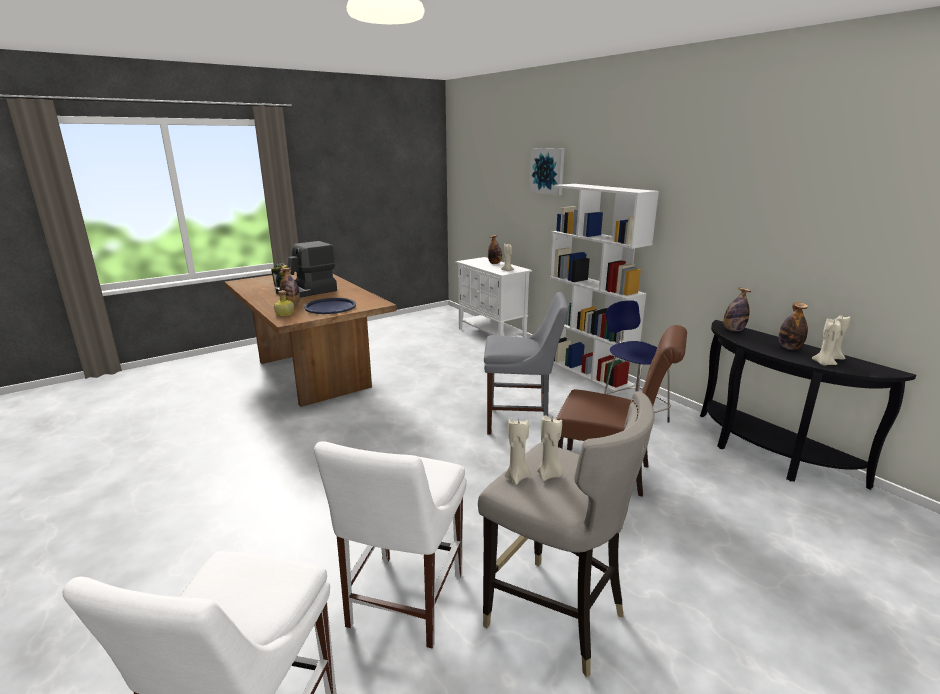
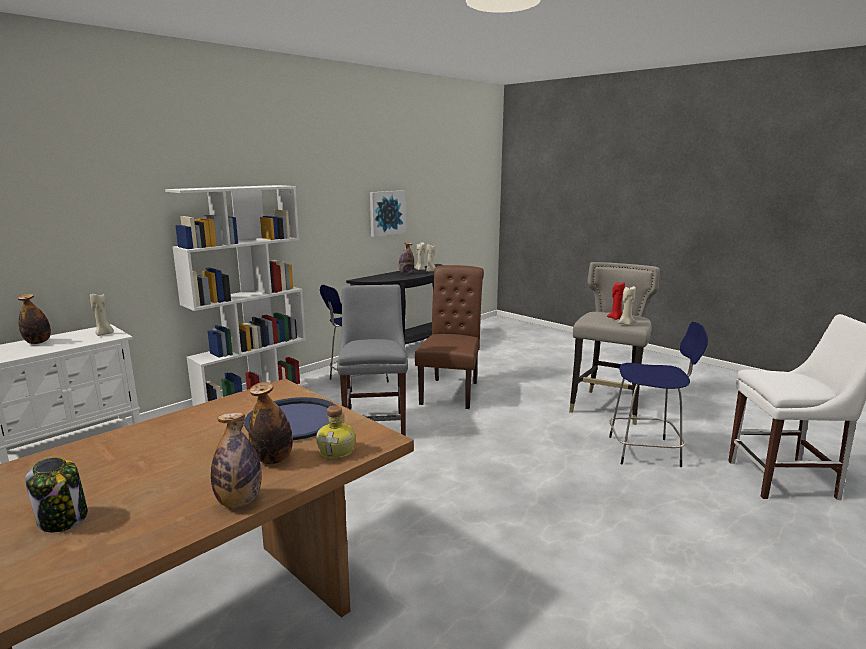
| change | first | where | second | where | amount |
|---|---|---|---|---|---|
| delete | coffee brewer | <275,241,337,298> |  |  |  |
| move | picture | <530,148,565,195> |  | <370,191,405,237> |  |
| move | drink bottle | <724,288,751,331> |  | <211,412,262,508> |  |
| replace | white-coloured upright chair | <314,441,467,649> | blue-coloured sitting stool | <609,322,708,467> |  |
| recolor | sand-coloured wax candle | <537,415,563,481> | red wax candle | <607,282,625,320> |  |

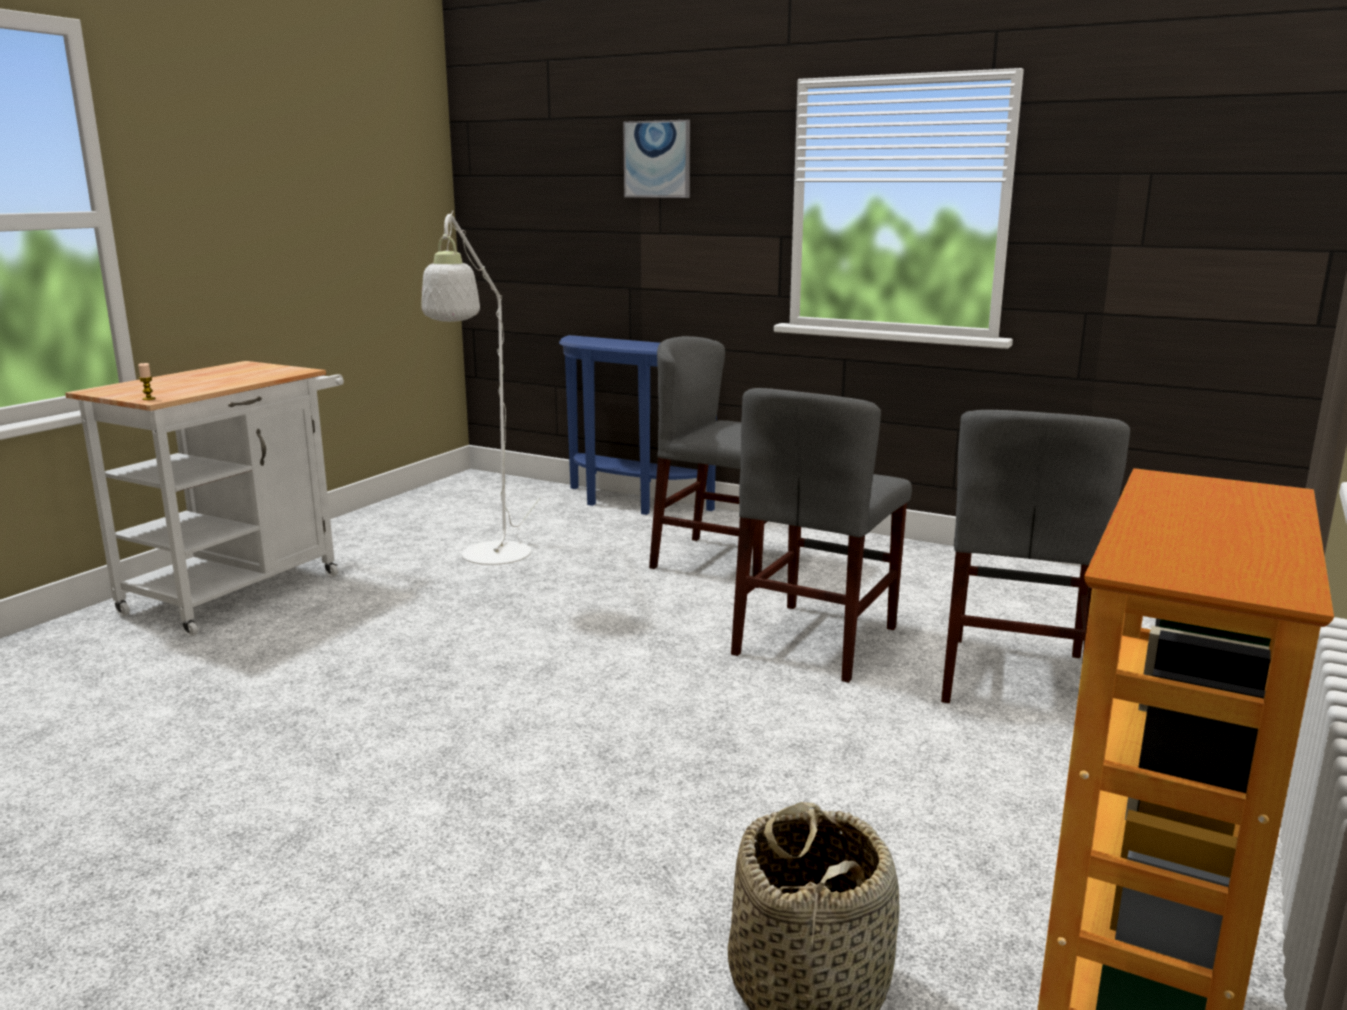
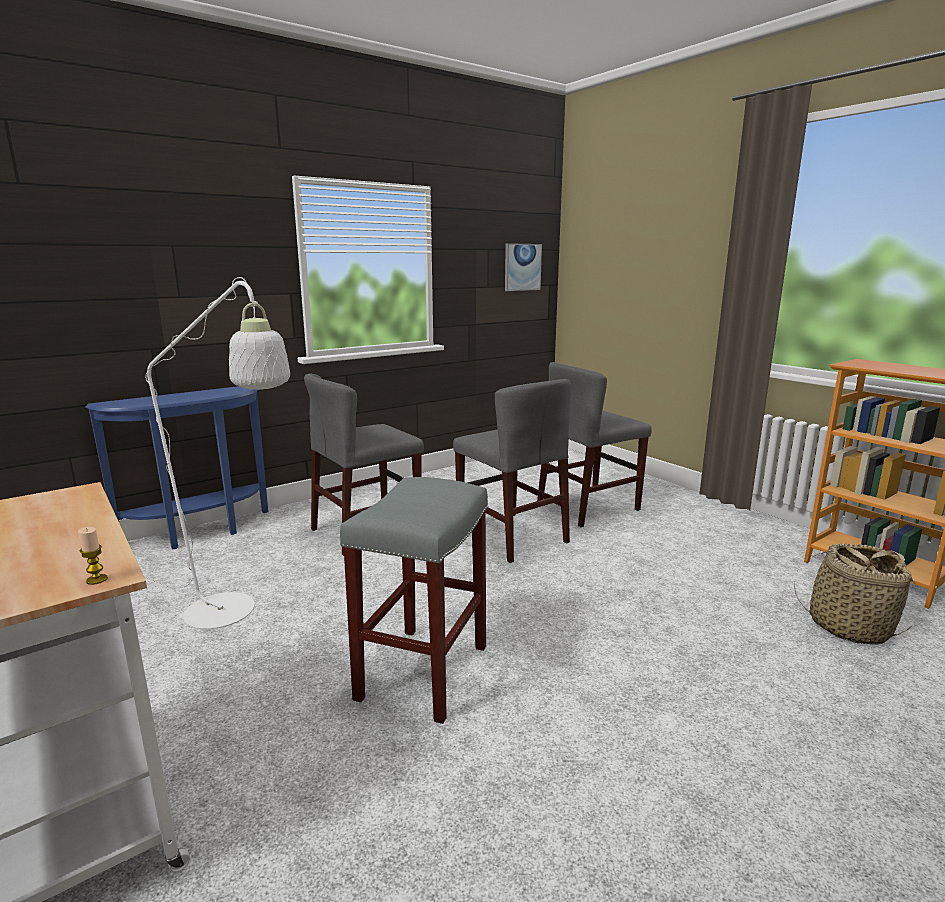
| change | first | where | second | where | amount |
|---|---|---|---|---|---|
| insert |  |  | greyish sitting stool | <340,477,488,724> |  |
| move | picture | <623,120,690,198> |  | <505,243,542,291> |  |
| rotate | greyish upright chair | <941,410,1130,703> |  | <537,362,652,527> | 105 degrees clockwise |

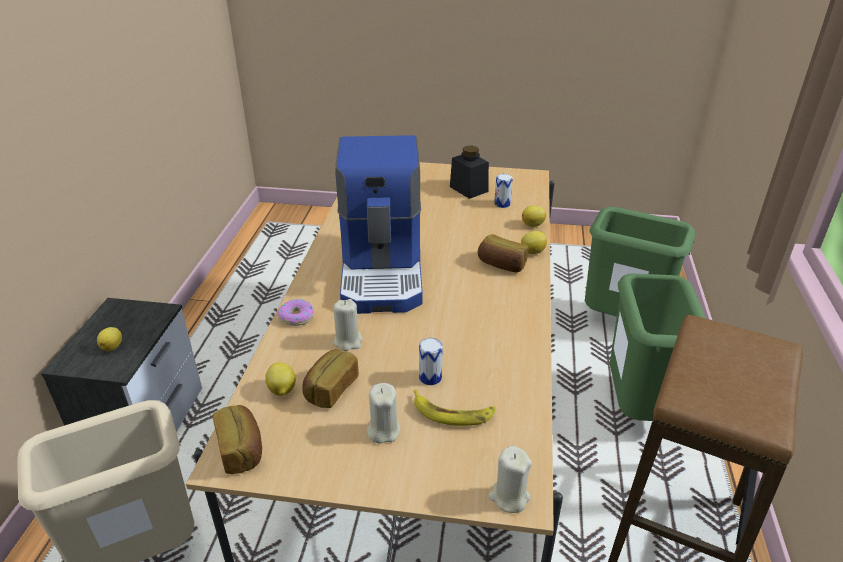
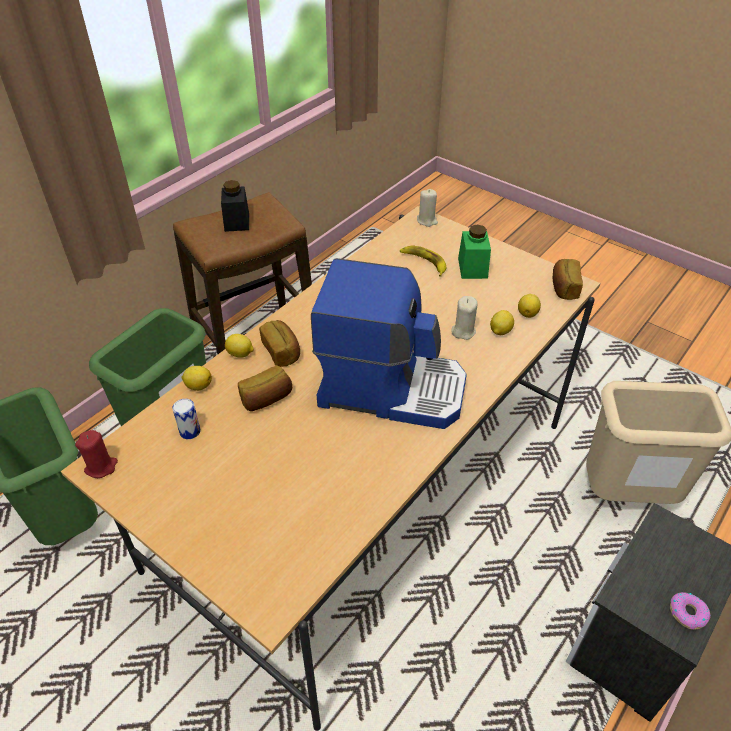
| change | first | where | second | where | amount |
|---|---|---|---|---|---|
| delete | metal can | <419,338,443,385> |  |  |  |
| insert |  |  | red wax candle | <75,430,118,478> |  |
| move | lemon | <97,327,122,351> |  | <490,310,514,335> |  |
| move | ring doughnut | <277,299,314,326> |  | <670,592,711,630> |  |
| move | baked bread | <302,349,359,408> |  | <238,365,292,411> |  |
| move | black-coloured jar | <450,145,489,199> |  | <221,180,249,232> |  |
| replace | sand-coloured wax candle | <367,383,400,444> | green-coloured jar | <458,225,491,279> |  |
| rotate | coffee brewer | <335,135,423,314> |  | <311,258,467,429> | 75 degrees clockwise |

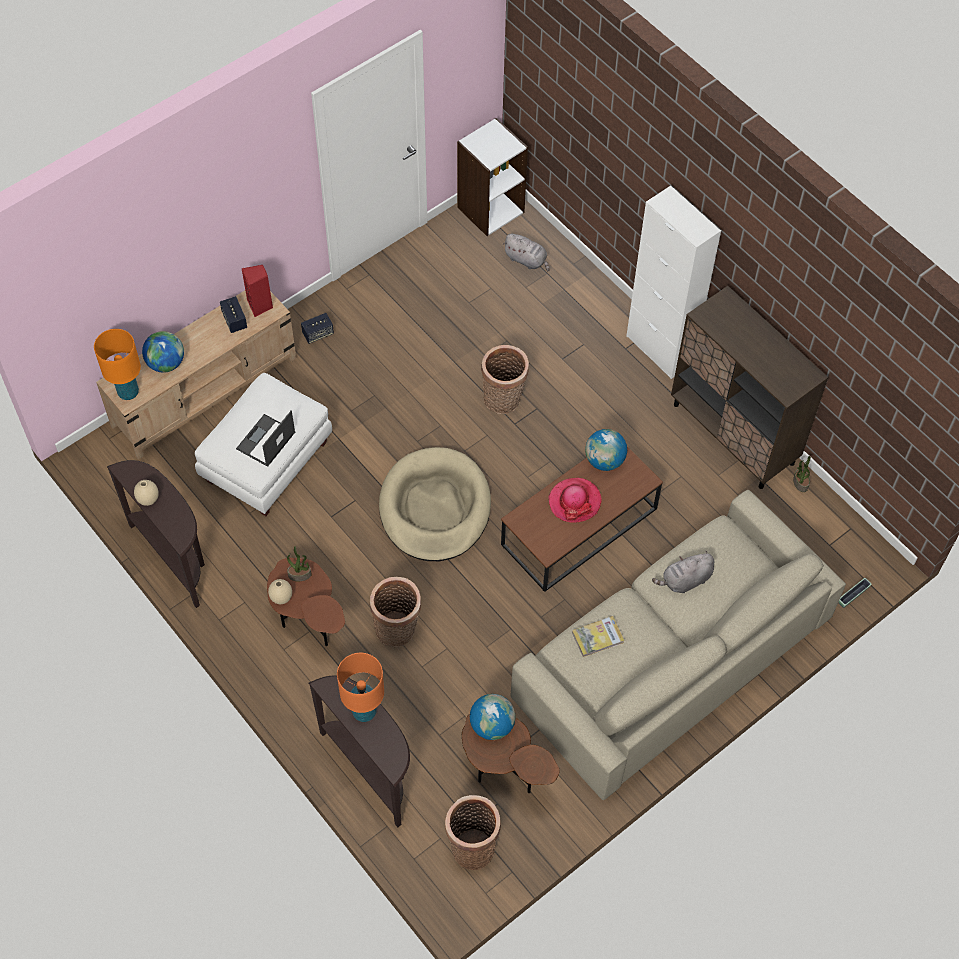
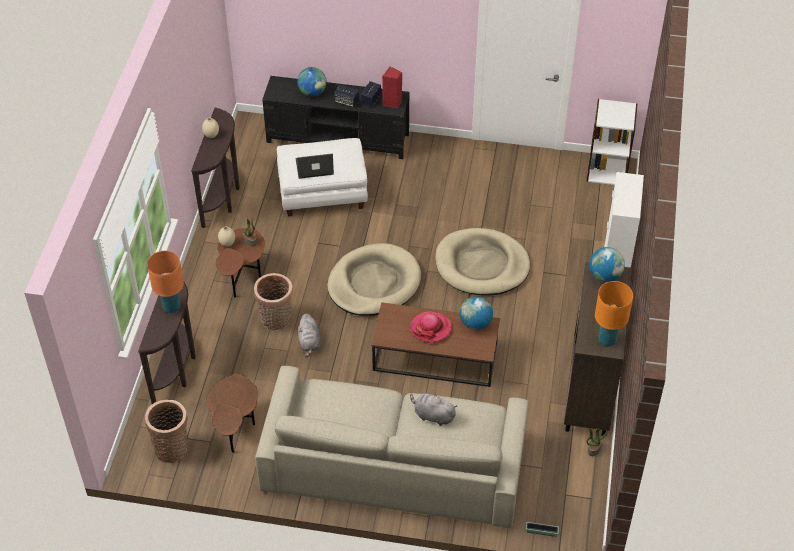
| change | first | where | second | where | amount |
|---|---|---|---|---|---|
| delete | volume | <572,616,624,657> |  |  |  |
| move | orange table lamp | <94,329,141,400> |  | <595,281,633,346> |  |
| move | speaker | <301,313,334,344> |  | <334,85,359,107> |  |
| move | globe | <470,694,515,740> |  | <589,247,625,282> |  |
| move | greyish plush toy | <503,234,550,272> |  | <298,313,321,358> |  |
| replace | storage basket | <481,345,529,414> | sand-coloured dog cushion | <435,228,530,296> |  |
| recolor | sand-coloured tv stand | <96,291,296,460> | black-coloured tv stand | <262,76,410,159> |  |

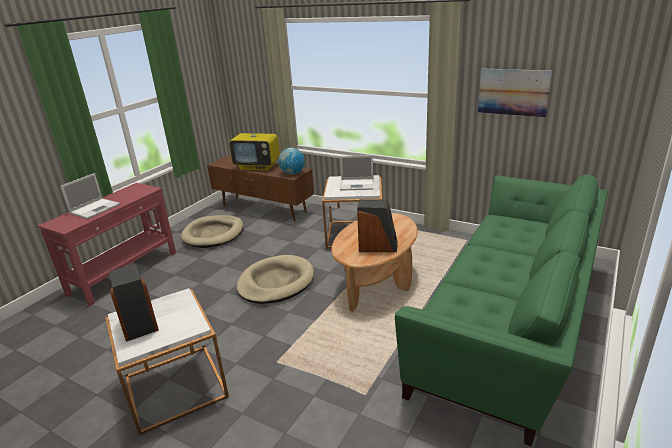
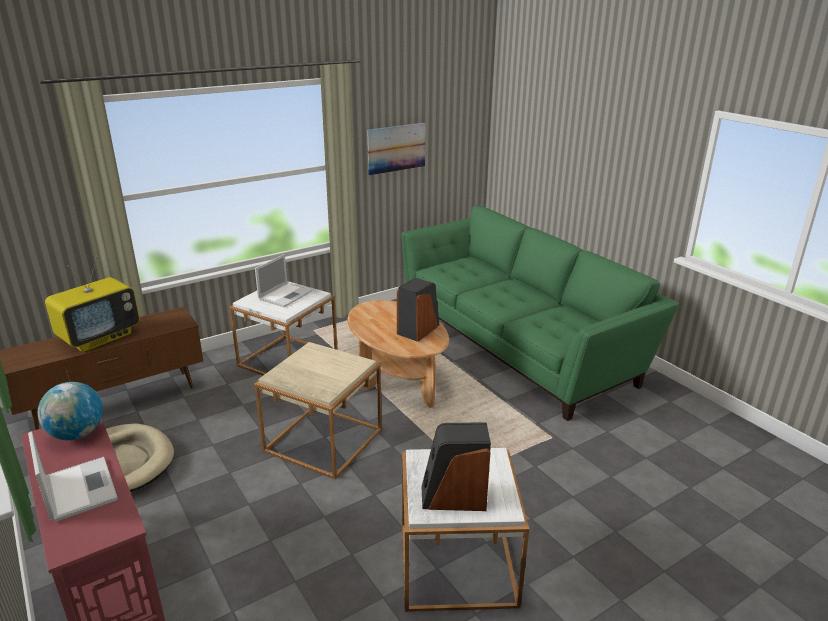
| change | first | where | second | where | amount |
|---|---|---|---|---|---|
| move | globe | <278,148,305,174> |  | <38,382,103,440> |  |
| replace | sand-coloured dog cushion | <236,255,314,304> | sand-coloured end table | <254,342,382,479> |  |

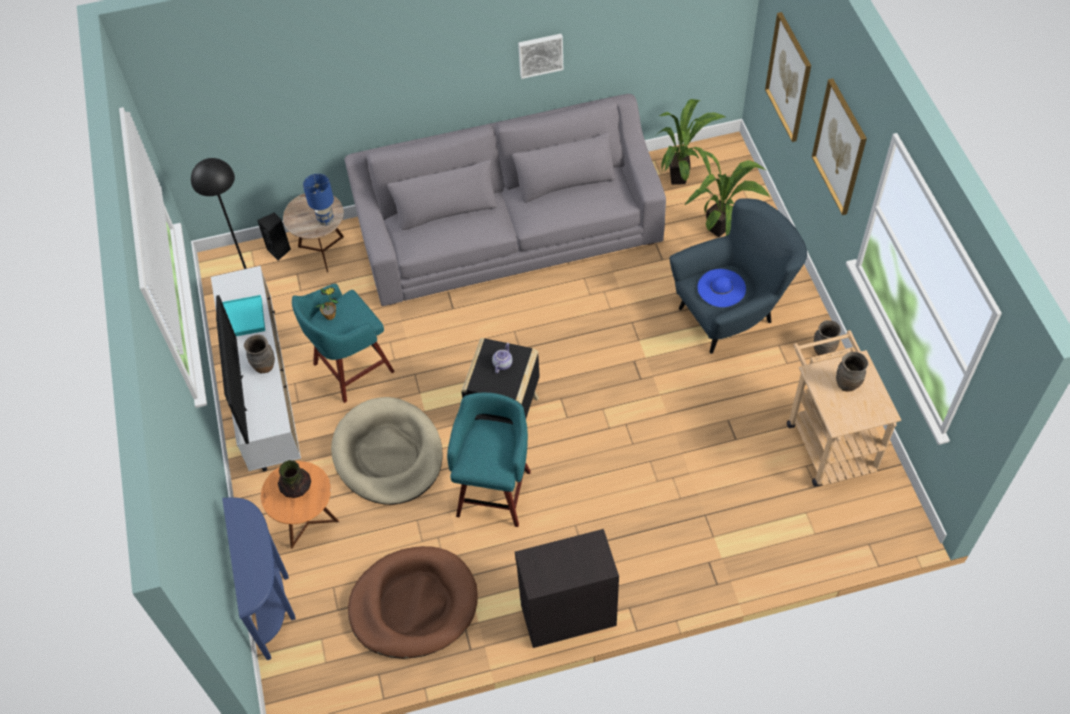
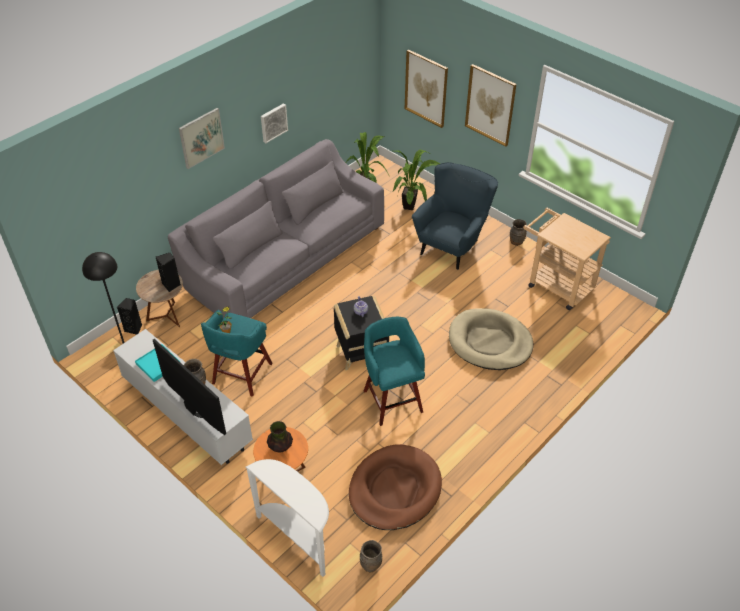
| change | first | where | second | where | amount |
|---|---|---|---|---|---|
| delete | black-coloured cupboard | <515,529,619,648> |  |  |  |
| delete | blue-coloured clothing hat | <697,269,746,307> |  |  |  |
| insert |  |  | picture | <179,108,225,169> |  |
| move | sand-coloured dog cushion | <331,397,443,505> |  | <449,308,533,370> |  |
| move | brownish vase | <836,352,868,392> |  | <360,540,382,573> |  |
| replace | blue-coloured table lamp | <303,174,334,226> | black-coloured speaker | <156,252,181,292> |  |
| recolor | blue-coloured console table | <222,497,296,660> | white-coloured console table | <246,459,329,577> |  |

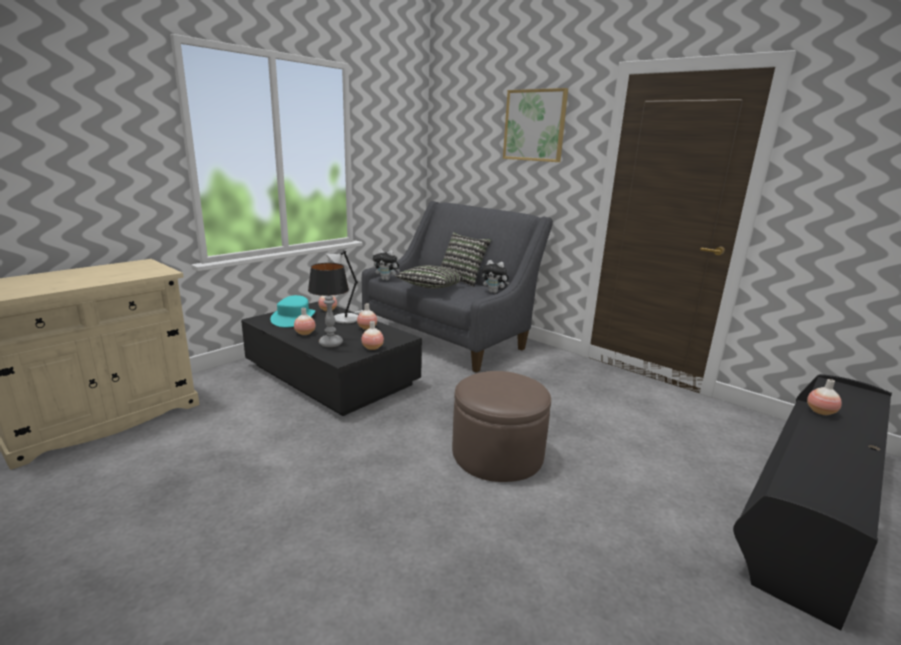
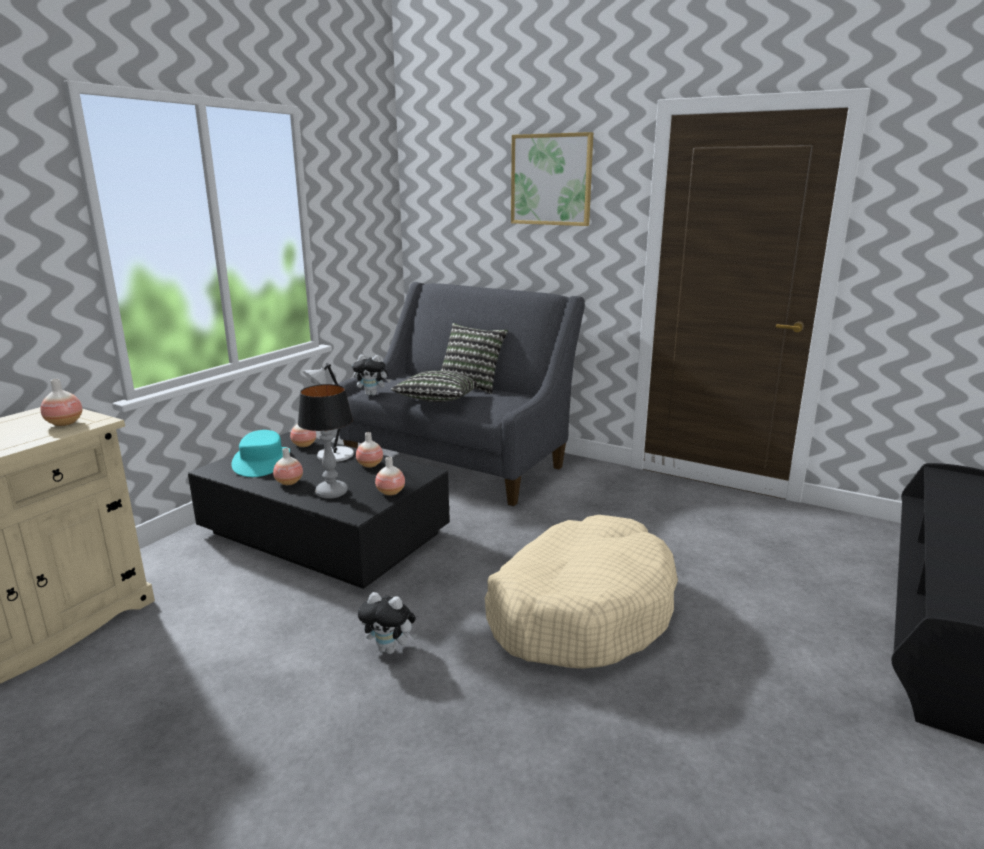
| change | first | where | second | where | amount |
|---|---|---|---|---|---|
| move | plush toy | <481,260,510,293> |  | <358,592,417,654> |  |
| move | vase | <807,379,842,415> |  | <41,379,82,426> |  |
| replace | brownish footrest | <452,371,551,482> | sand-coloured dog cushion | <485,515,678,669> |  |

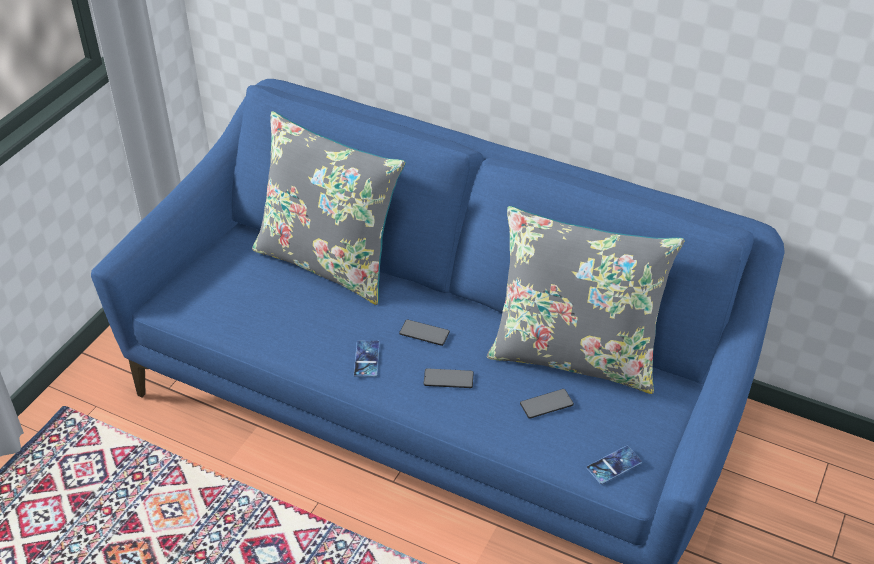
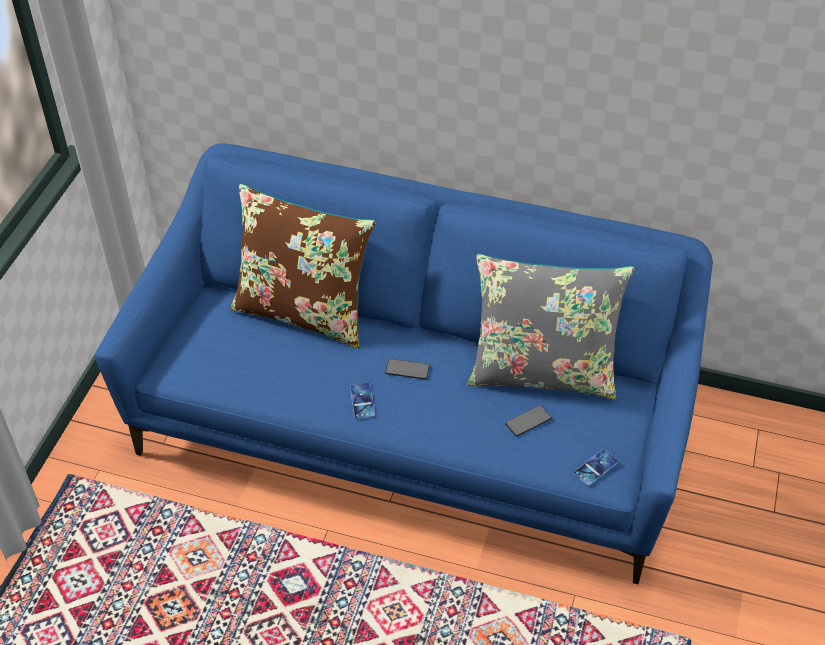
| change | first | where | second | where | amount |
|---|---|---|---|---|---|
| delete | telephone | <424,368,474,388> |  |  |  |
| recolor | greyish cushion | <252,111,406,305> | brownish cushion | <230,184,376,348> |  |

